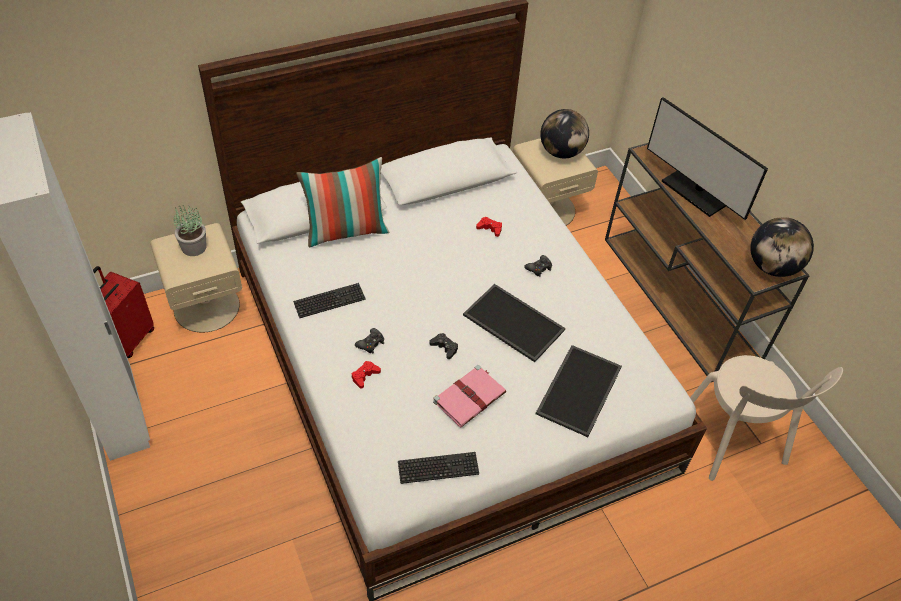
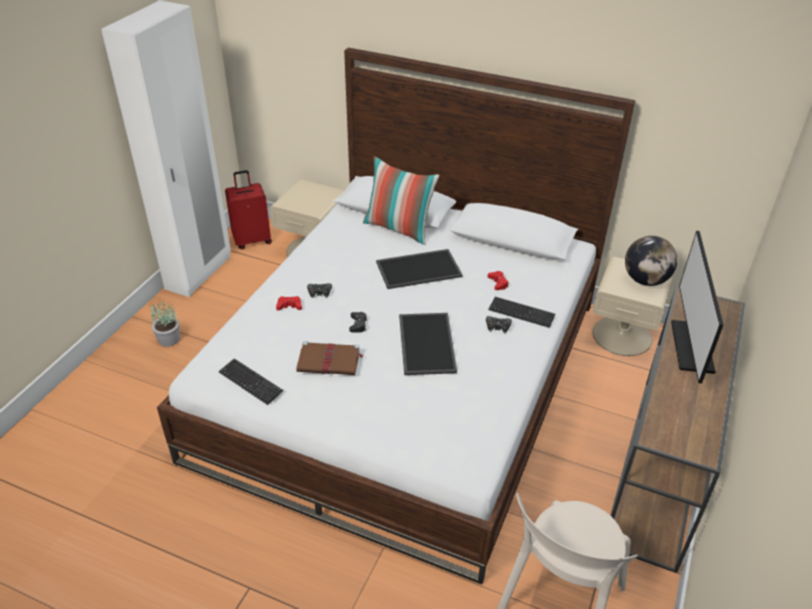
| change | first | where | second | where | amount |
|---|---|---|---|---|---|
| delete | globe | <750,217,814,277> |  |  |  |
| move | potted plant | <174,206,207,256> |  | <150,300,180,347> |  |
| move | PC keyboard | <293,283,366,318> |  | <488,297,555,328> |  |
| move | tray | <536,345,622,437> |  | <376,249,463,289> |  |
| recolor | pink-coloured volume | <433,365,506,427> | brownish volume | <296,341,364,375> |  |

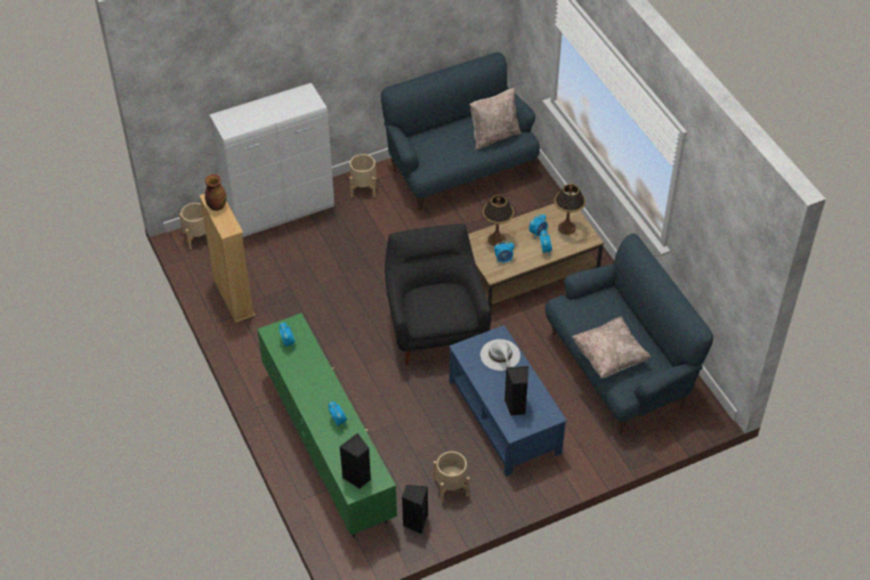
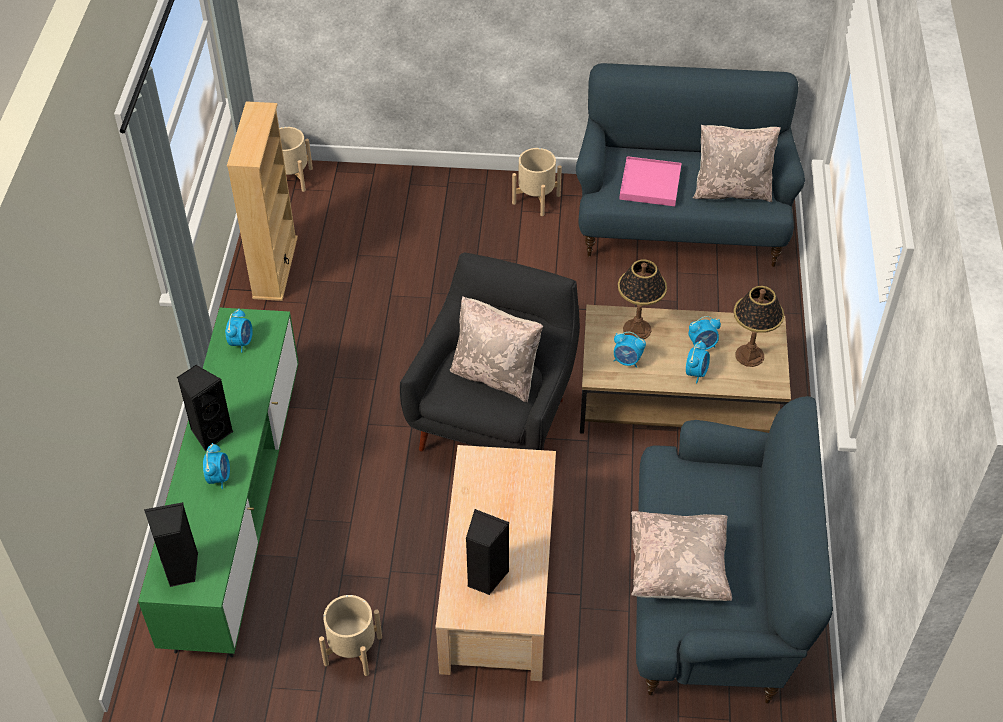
| change | first | where | second | where | amount |
|---|---|---|---|---|---|
| delete | vase | <205,174,227,211> |  |  |  |
| delete | white-coloured cupboard | <209,83,334,237> |  |  |  |
| delete | white-coloured clothing hat | <480,339,520,371> |  |  |  |
| insert |  |  | sand-coloured cushion | <450,296,543,403> |  |
| insert |  |  | pink-coloured tray | <619,156,681,206> |  |
| move | black-coloured speaker | <402,485,428,534> |  | <177,365,233,451> |  |
| recolor | blue-coloured low table | <449,325,567,477> | sand-coloured low table | <435,445,556,681> |  |

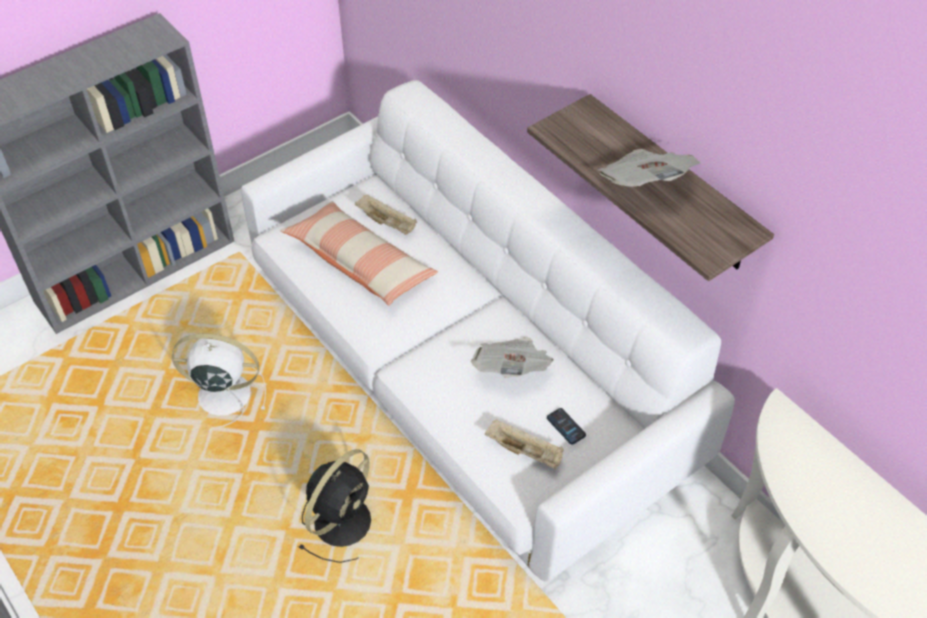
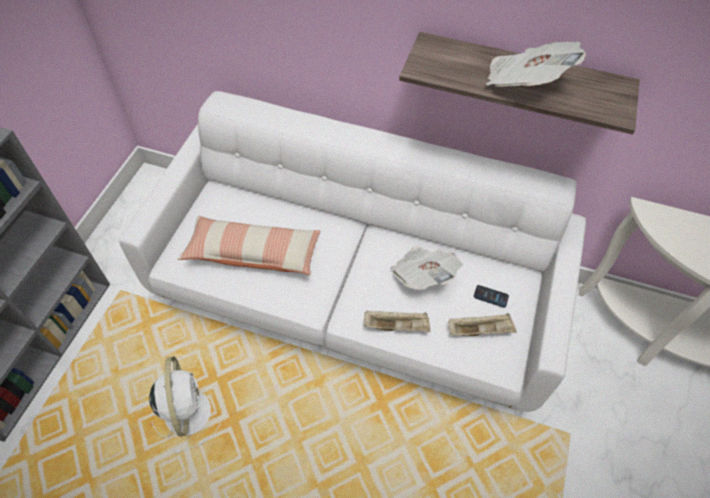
| change | first | where | second | where | amount |
|---|---|---|---|---|---|
| delete | black-coloured electric fan | <298,449,371,563> |  |  |  |
| move | sand-coloured tray | <355,194,417,235> |  | <364,310,430,332> |  |
| rotate | white-coloured electric fan | <172,333,266,428> |  | <149,356,221,454> | 105 degrees clockwise |

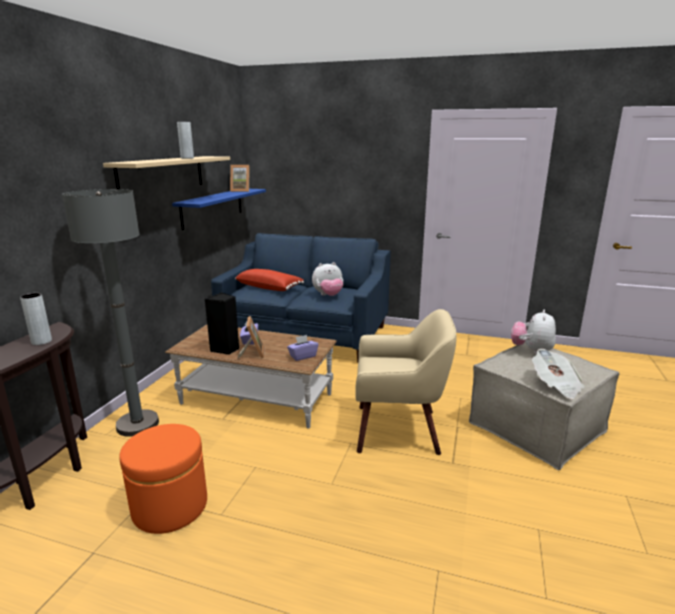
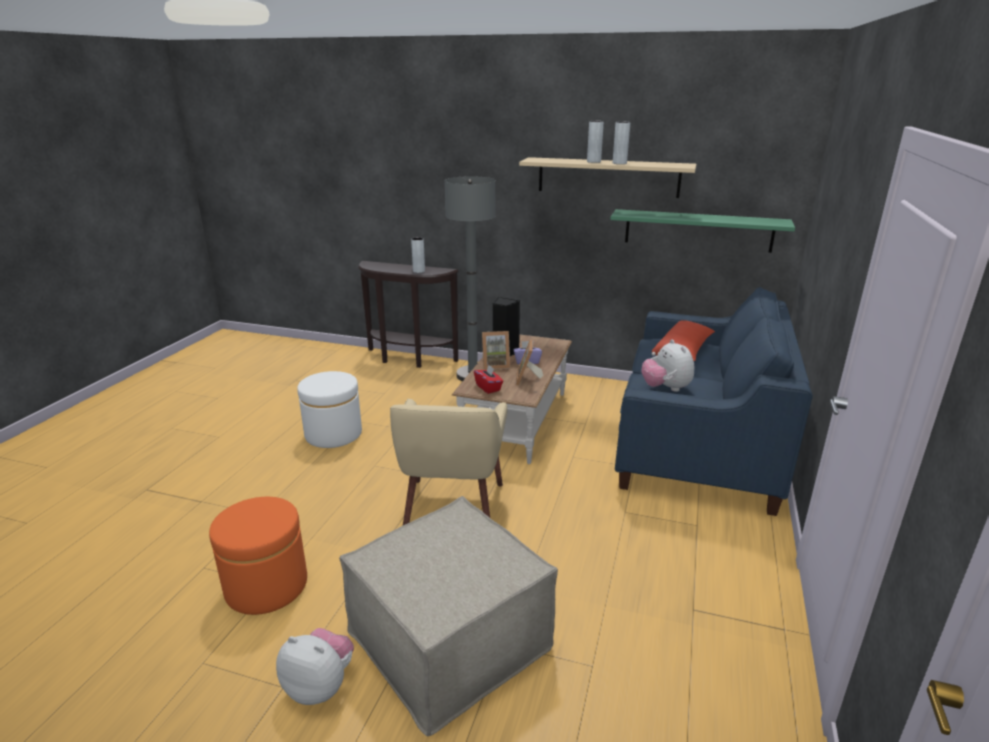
| change | first | where | second | where | amount |
|---|---|---|---|---|---|
| delete | printed paper | <532,349,585,399> |  |  |  |
| insert |  |  | white-coloured footrest | <297,371,362,448> |  |
| insert |  |  | greyish vase | <587,121,604,163> |  |
| move | orange footrest | <119,424,207,534> |  | <209,497,307,615> |  |
| move | standing frame | <230,165,250,192> |  | <516,340,543,385> |  |
| move | plush toy | <511,310,556,355> |  | <276,628,354,705> |  |
| recolor | blue-coloured bracket shelf | <172,189,266,230> | green-coloured bracket shelf | <610,209,795,253> |  |
| recolor | purple-coloured box of tissues | <287,335,319,361> | red box of tissues | <474,365,503,394> |  |

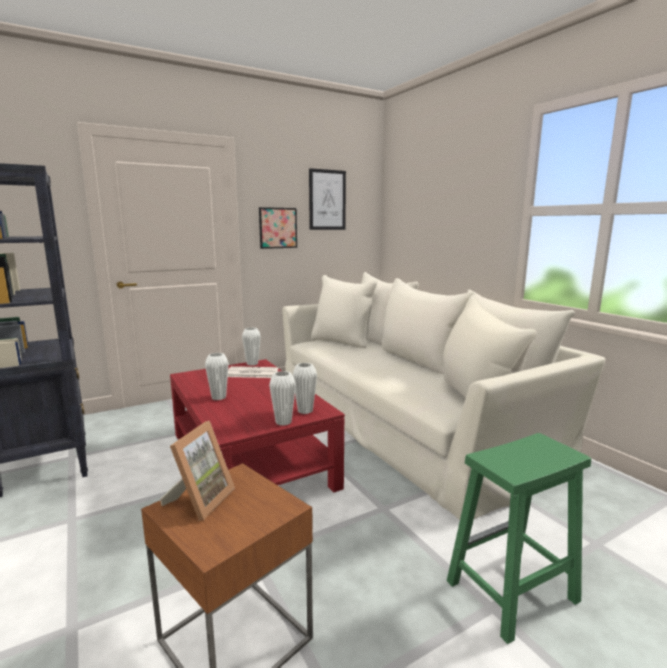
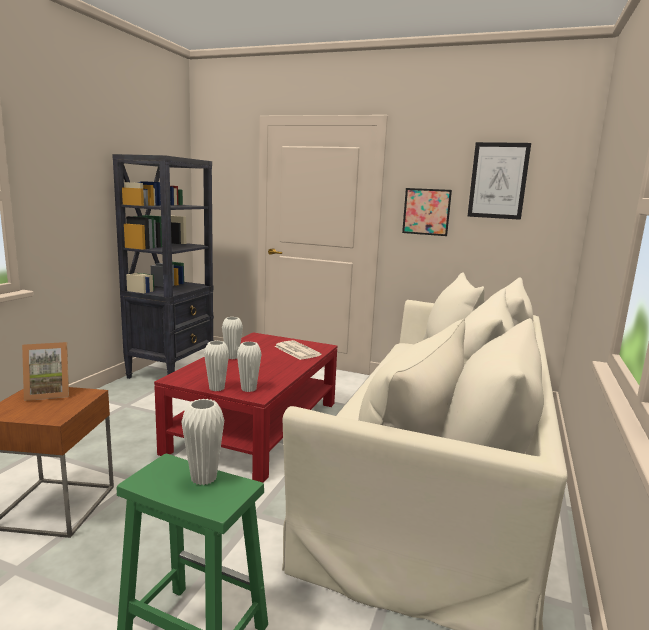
| change | first | where | second | where | amount |
|---|---|---|---|---|---|
| move | white-coloured vase | <242,328,261,366> |  | <181,399,224,485> |  |

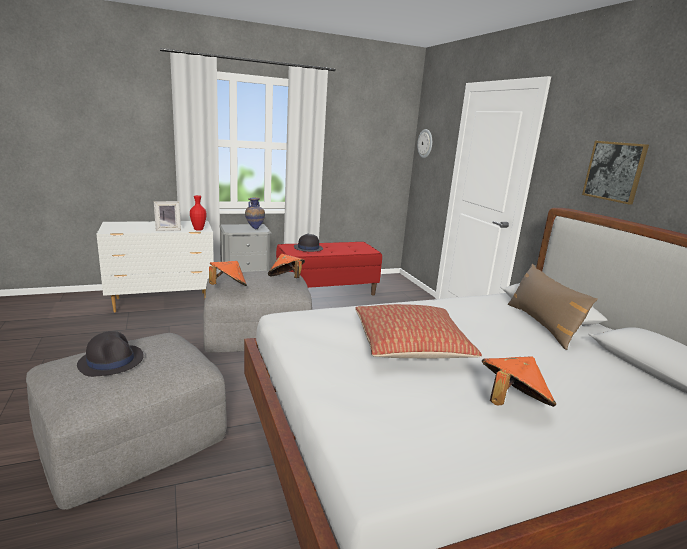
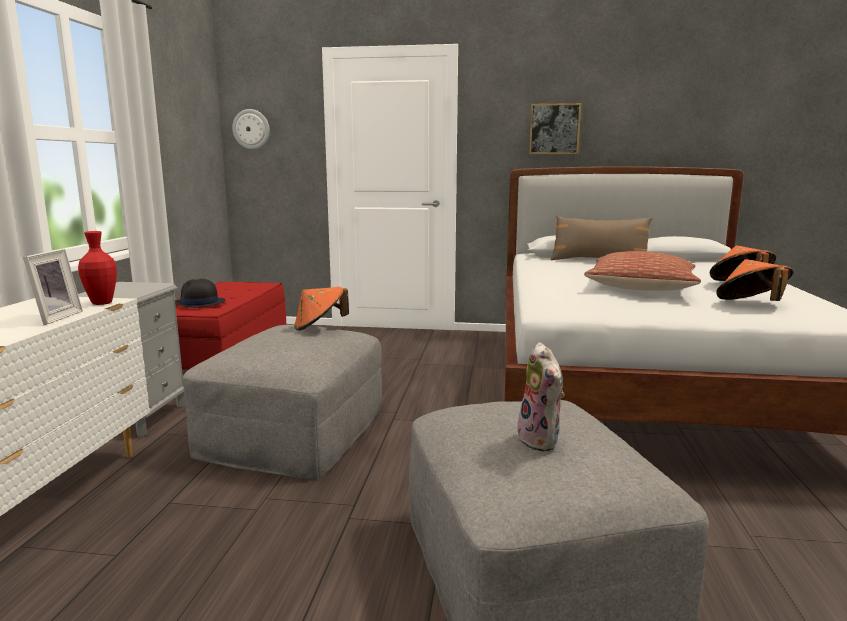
| change | first | where | second | where | amount |
|---|---|---|---|---|---|
| delete | vase | <245,197,265,230> |  |  |  |
| move | orange clothing hat | <209,261,247,286> |  | <716,259,793,301> |  |
| replace | black-coloured clothing hat | <77,331,144,377> | plush toy | <517,342,564,451> |  |

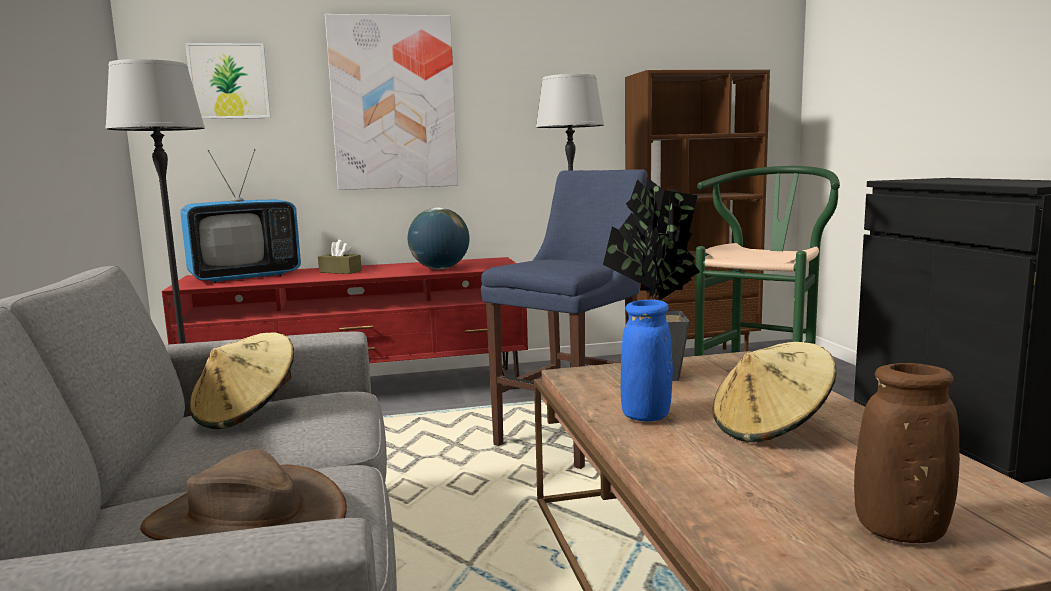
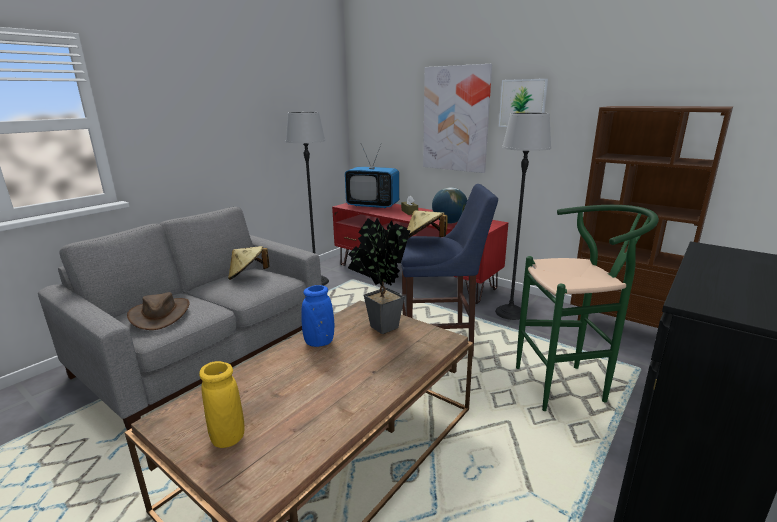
| change | first | where | second | where | amount |
|---|---|---|---|---|---|
| move | picture | <186,43,271,119> |  | <499,79,548,127> |  |
| move | sand-coloured clothing hat | <712,342,836,443> |  | <407,210,447,239> |  |
| recolor | brownish vase | <854,363,960,543> | yellow vase | <199,361,244,448> |  |

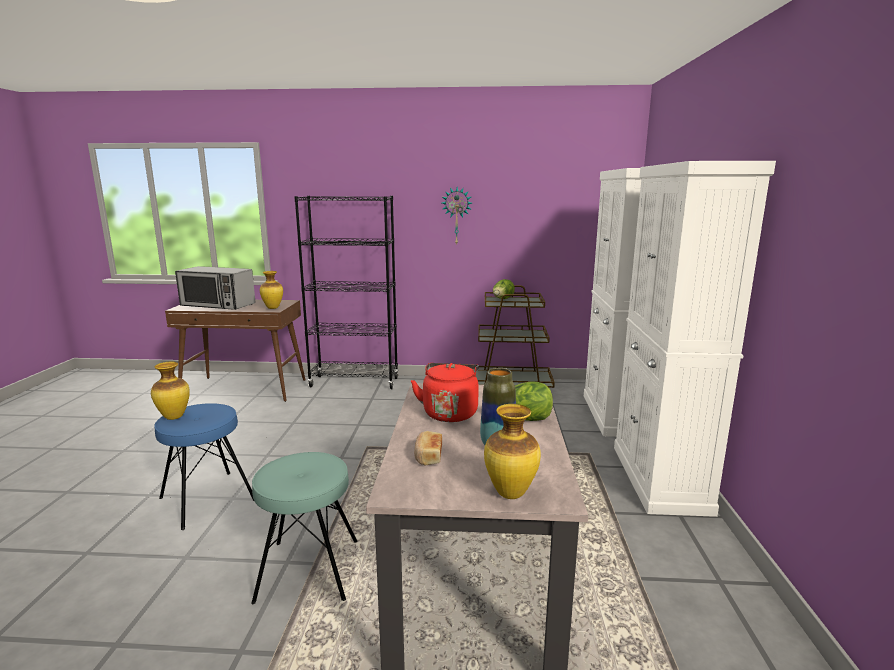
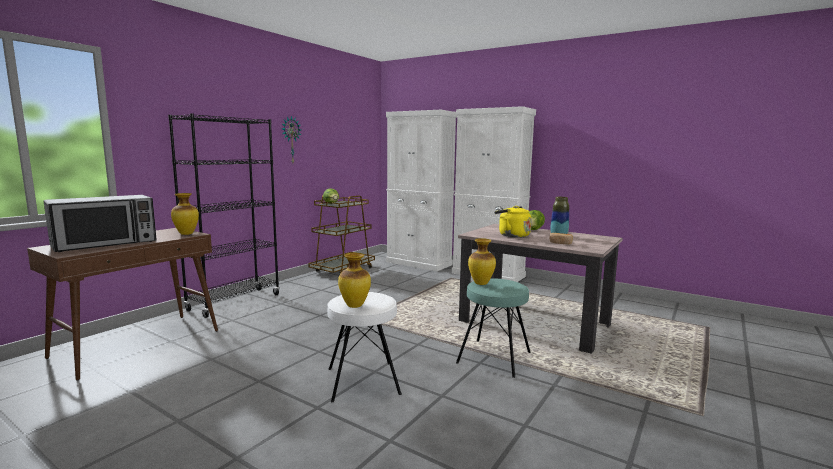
| change | first | where | second | where | amount |
|---|---|---|---|---|---|
| move | vase | <484,404,541,499> |  | <468,238,496,285> |  |
| recolor | blue-coloured sitting stool | <154,403,254,530> | white-coloured sitting stool | <327,292,402,402> |  |
| recolor | red tea kettle | <411,363,479,422> | yellow tea kettle | <494,206,532,238> |  |

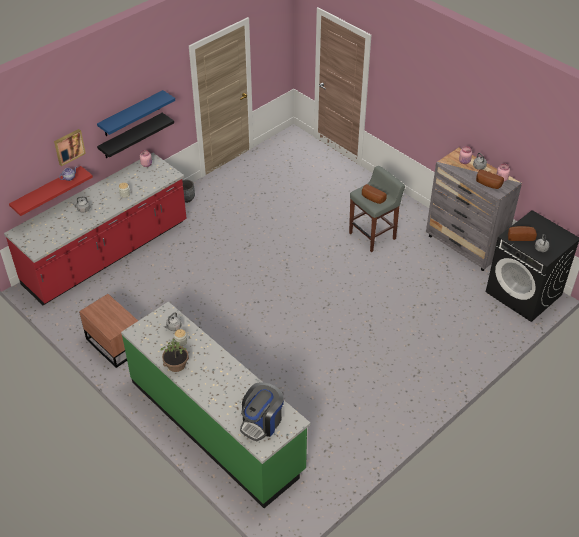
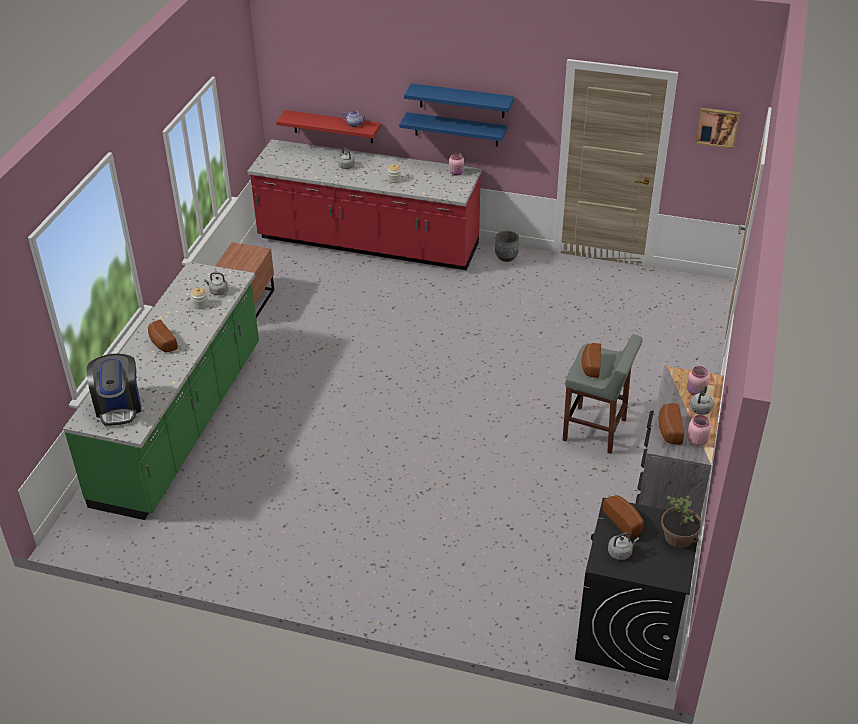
| change | first | where | second | where | amount |
|---|---|---|---|---|---|
| insert |  |  | baked bread | <148,319,178,352> |  |
| move | picture | <54,129,86,166> |  | <695,108,740,149> |  |
| move | potted plant | <161,339,189,372> |  | <661,496,702,548> |  |
| recolor | black-coloured bracket shelf | <97,113,174,159> | blue-coloured bracket shelf | <399,112,508,147> |  |
| rotate | coffee brewer | <240,382,284,441> |  | <87,354,141,426> | 105 degrees counterclockwise |

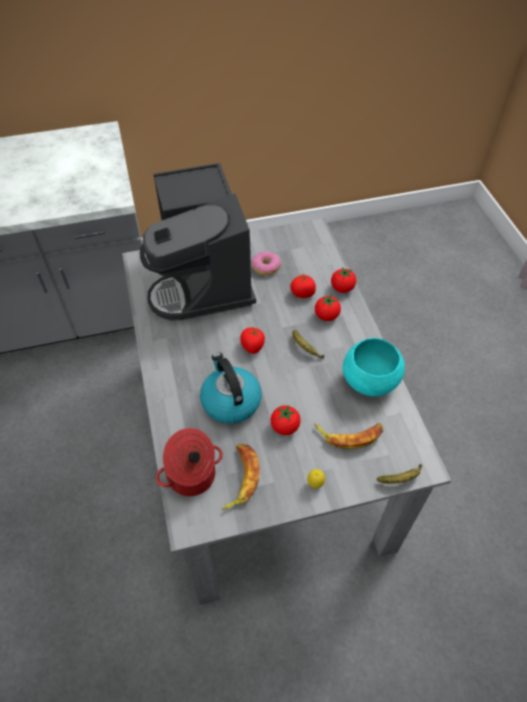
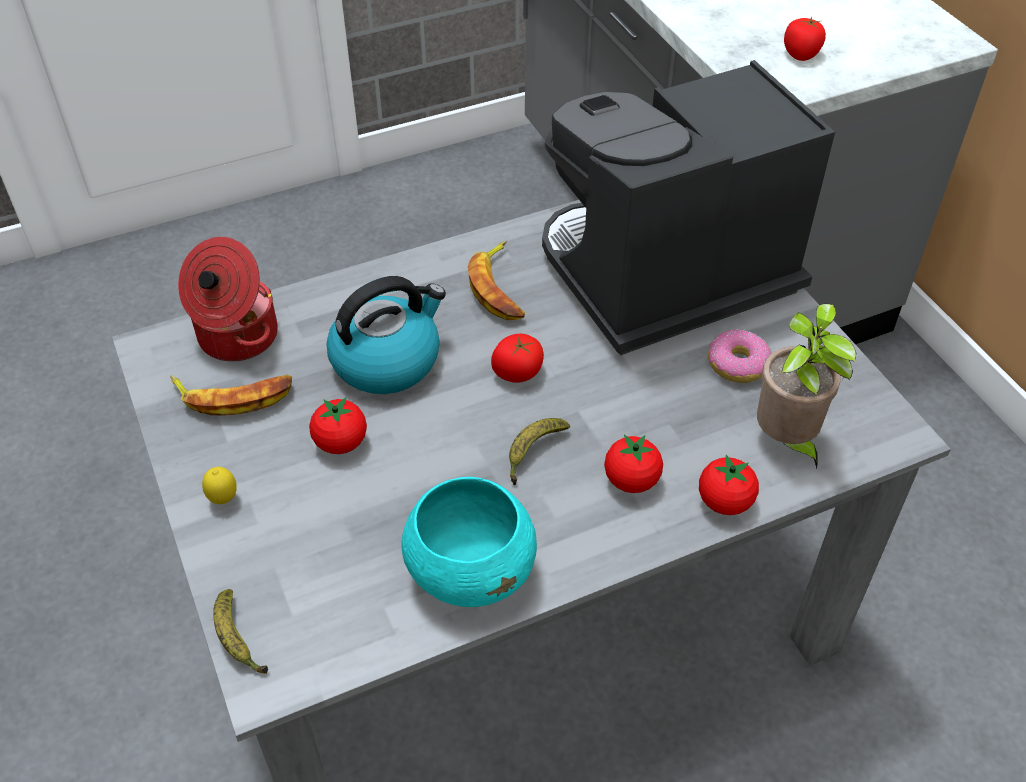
| change | first | where | second | where | amount |
|---|---|---|---|---|---|
| insert |  |  | potted plant | <757,304,856,469> |  |
| move | whole tomato | <290,274,316,298> |  | <784,16,826,61> |  |
| move | banana | <314,423,383,449> |  | <468,241,525,320> |  |

